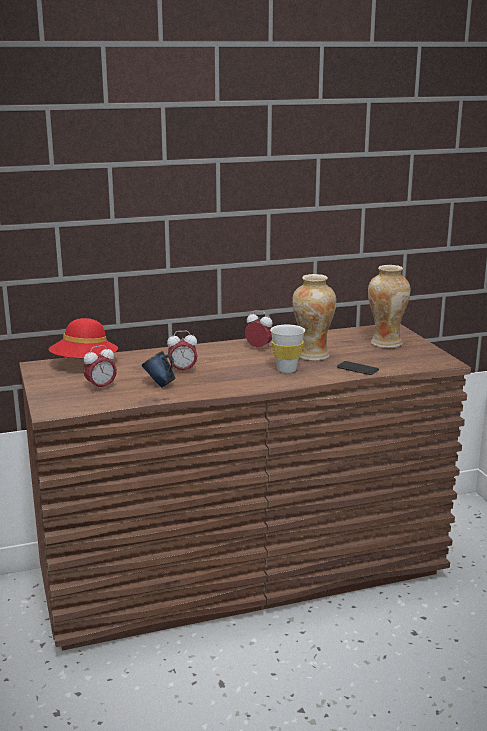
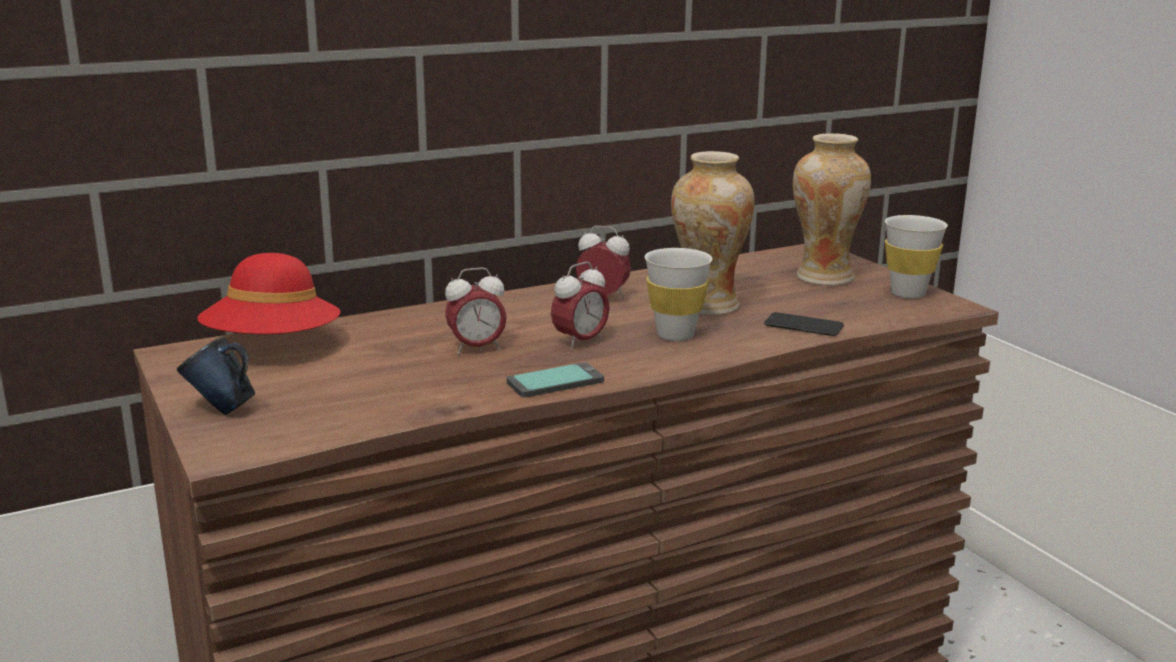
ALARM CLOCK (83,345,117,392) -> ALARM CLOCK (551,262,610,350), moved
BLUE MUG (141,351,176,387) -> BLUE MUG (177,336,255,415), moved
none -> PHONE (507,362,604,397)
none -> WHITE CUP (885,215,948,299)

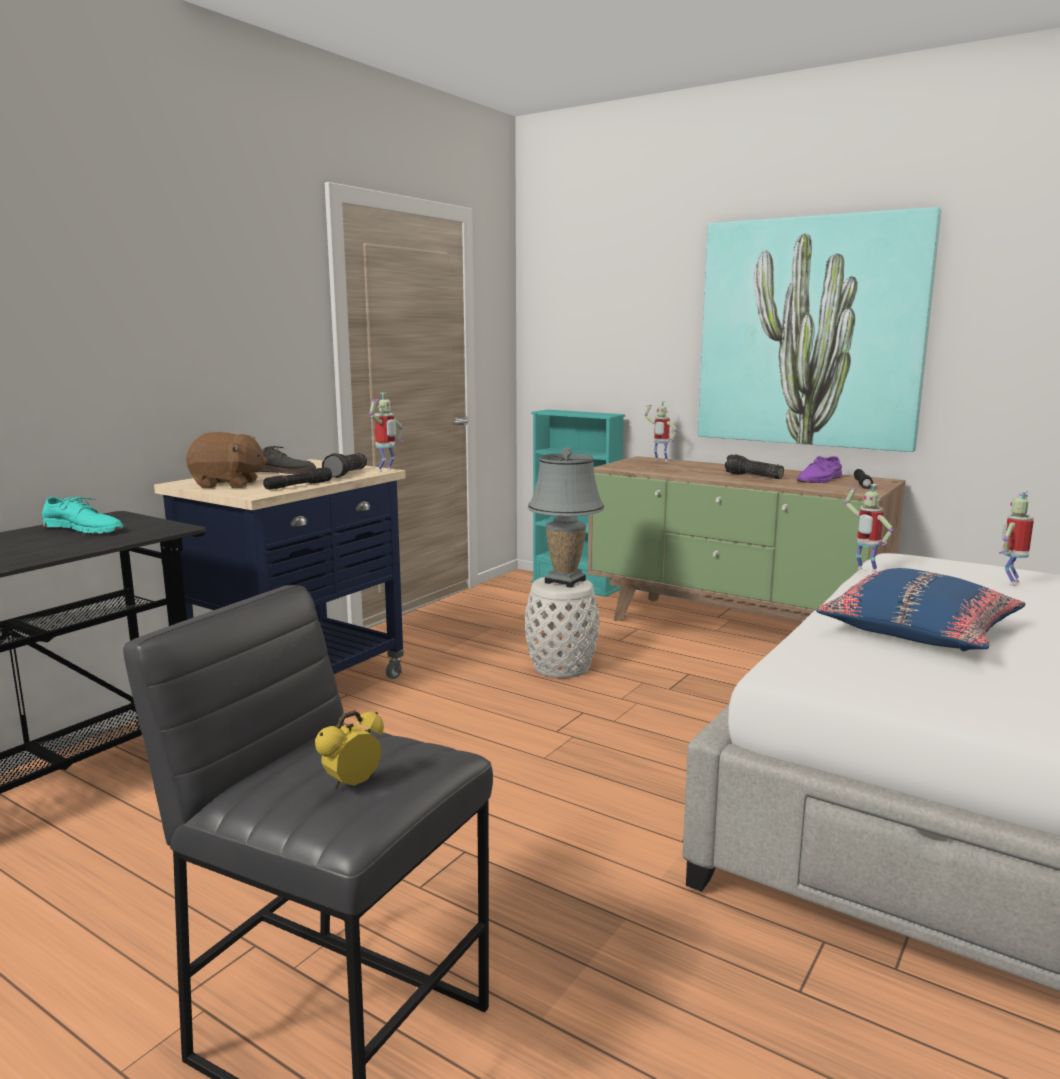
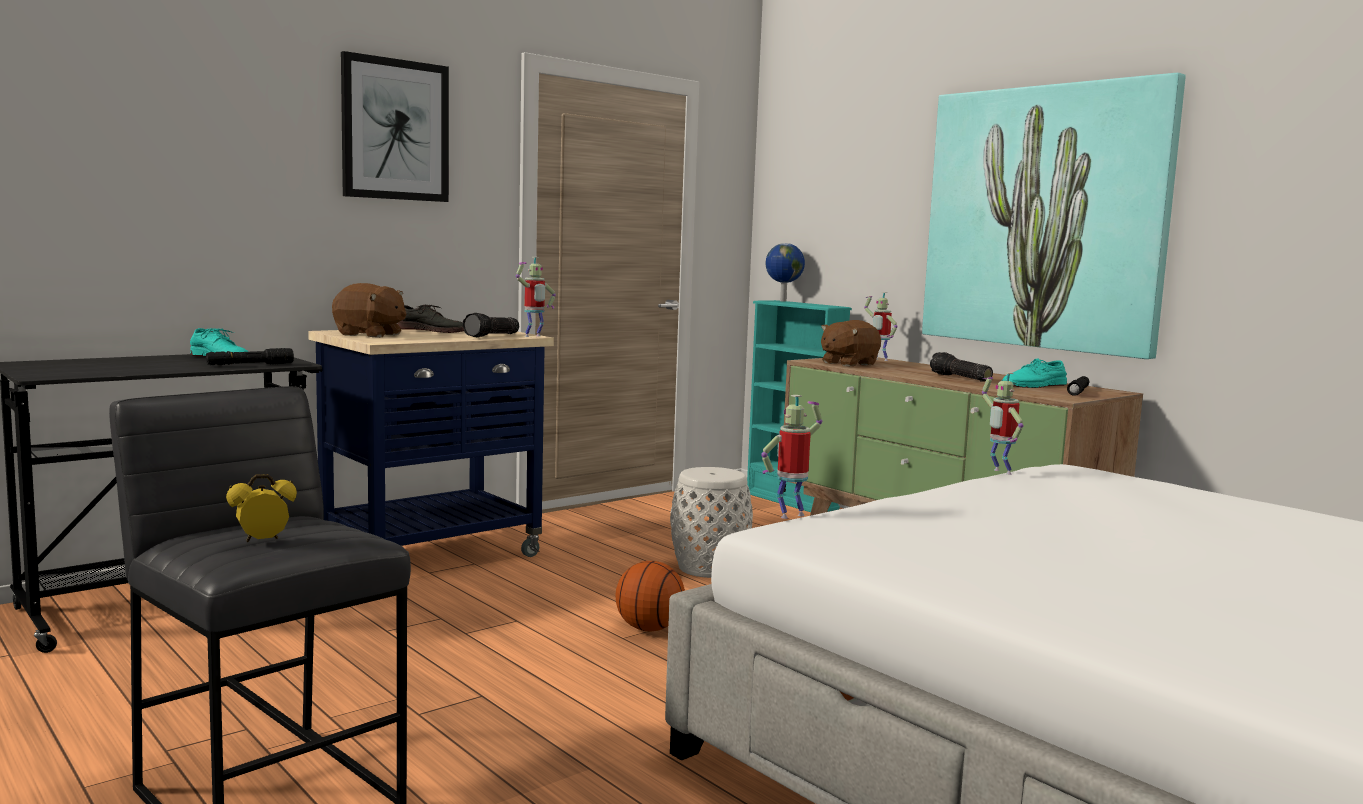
BLACK FLASHLIGHT (263,467,332,490) -> BLACK FLASHLIGHT (206,348,294,365), moved
GREY TABLE LAMP (528,447,604,588) -> none
PURPLE SHOE (796,456,842,483) -> TURQUOISE SHOE (1001,358,1067,388)
BLUE PILLOW (816,568,1025,651) -> none
TOY ROBOT (999,490,1034,586) -> TOY ROBOT (761,395,822,519), moved
none -> PICTURE (341,51,449,202)
none -> BASKETBALL (615,561,685,631)
none -> GLOBE (766,243,805,302)
none -> BROWN PLUSH TOY (821,320,881,367)

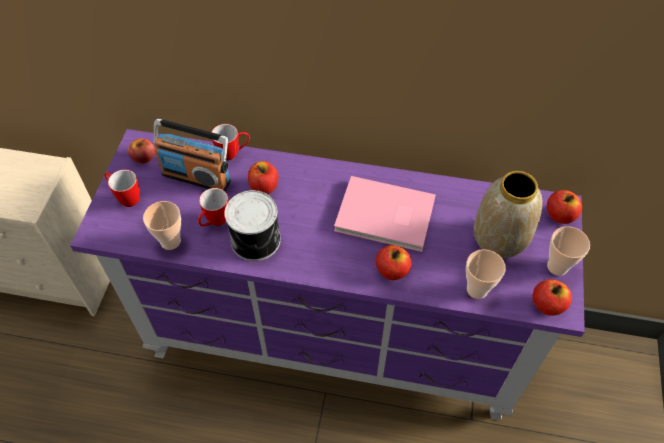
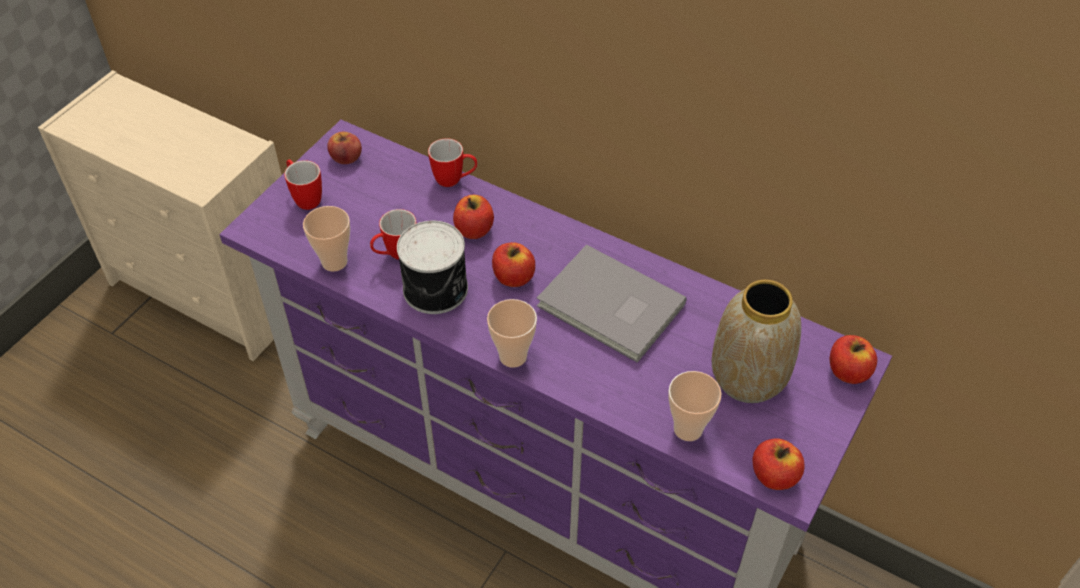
RADIO (153,119,231,191) -> none
PINK BOOK (334,176,436,252) -> GREY BOOK (537,245,686,363)
APPLE (376,245,412,280) -> APPLE (492,242,535,287), moved
CUP (547,226,590,276) -> CUP (487,299,537,368), moved

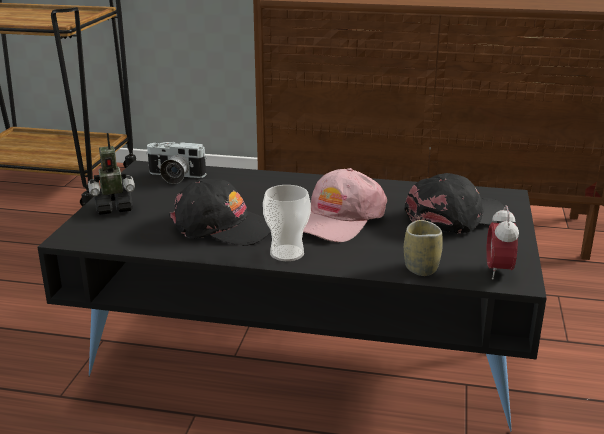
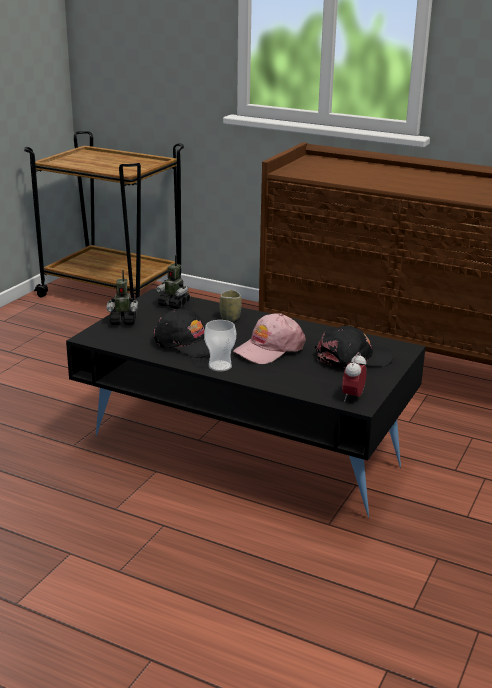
PHOTO CAMERA (146,142,207,184) -> TOY ROBOT (156,255,190,309)
CUP (404,220,443,276) -> CUP (219,290,242,322), moved

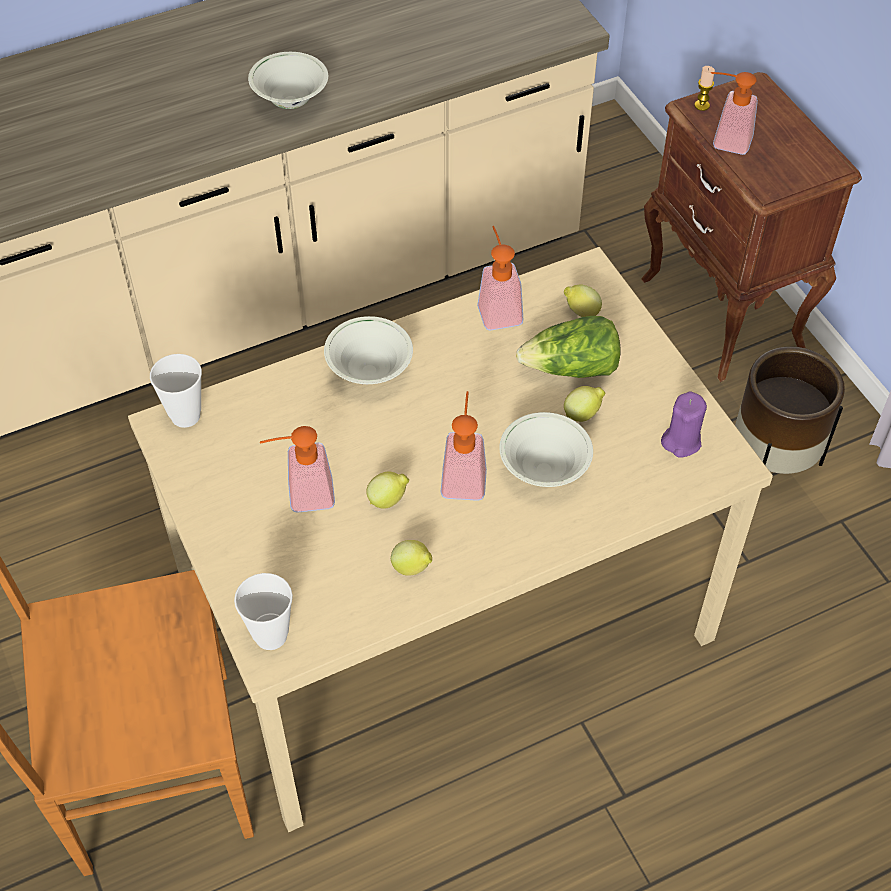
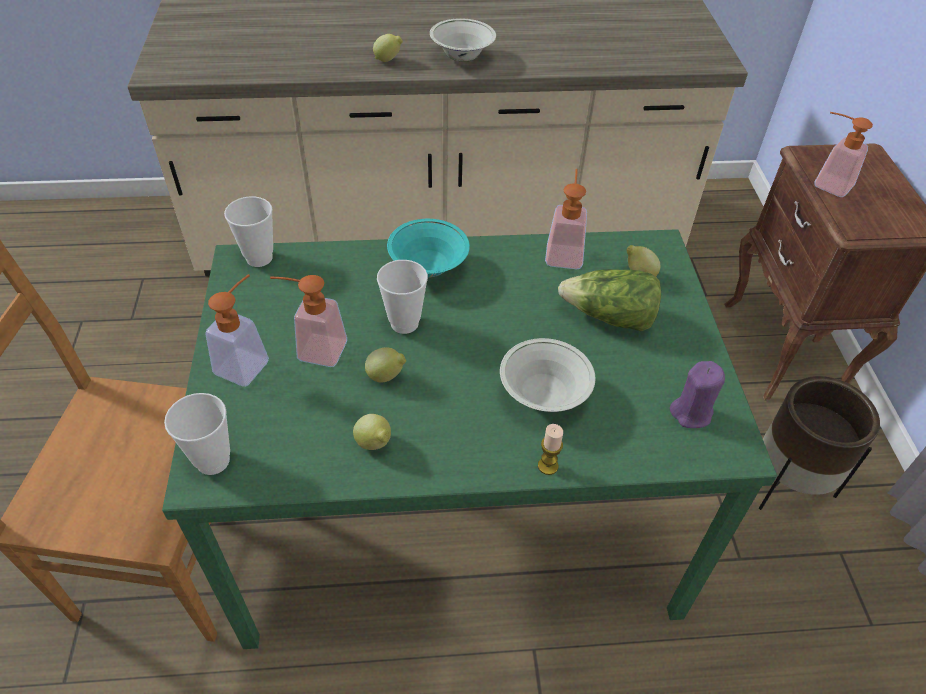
BEIGE DINING TABLE (128,247,773,832) -> GREEN DINING TABLE (162,229,777,649)
WHITE BOWL (324,316,413,384) -> TURQUOISE BOWL (387,219,470,278)
SOAP DISPENSER (441,391,487,501) -> SOAP DISPENSER (206,274,269,387), moved
LEMON (564,386,606,422) -> LEMON (373,34,403,62), moved
CANDLE (694,66,715,111) -> CANDLE (538,424,563,475), moved
none -> CUP (377,260,428,334)

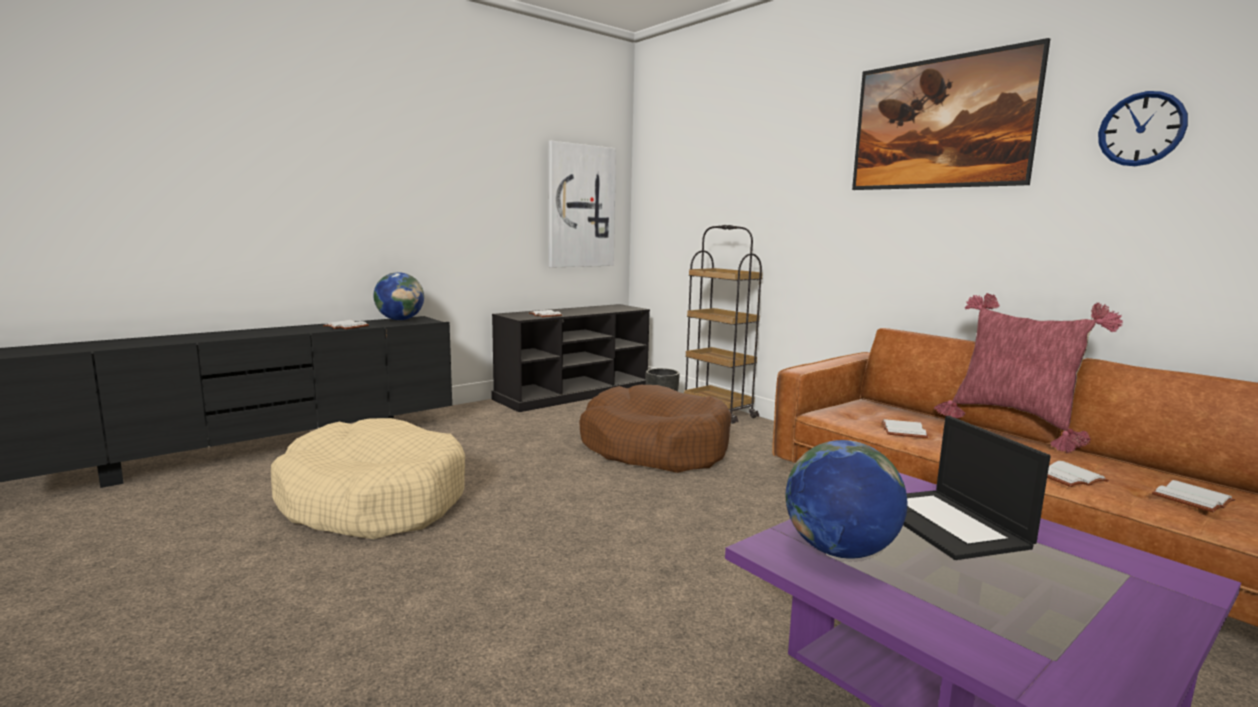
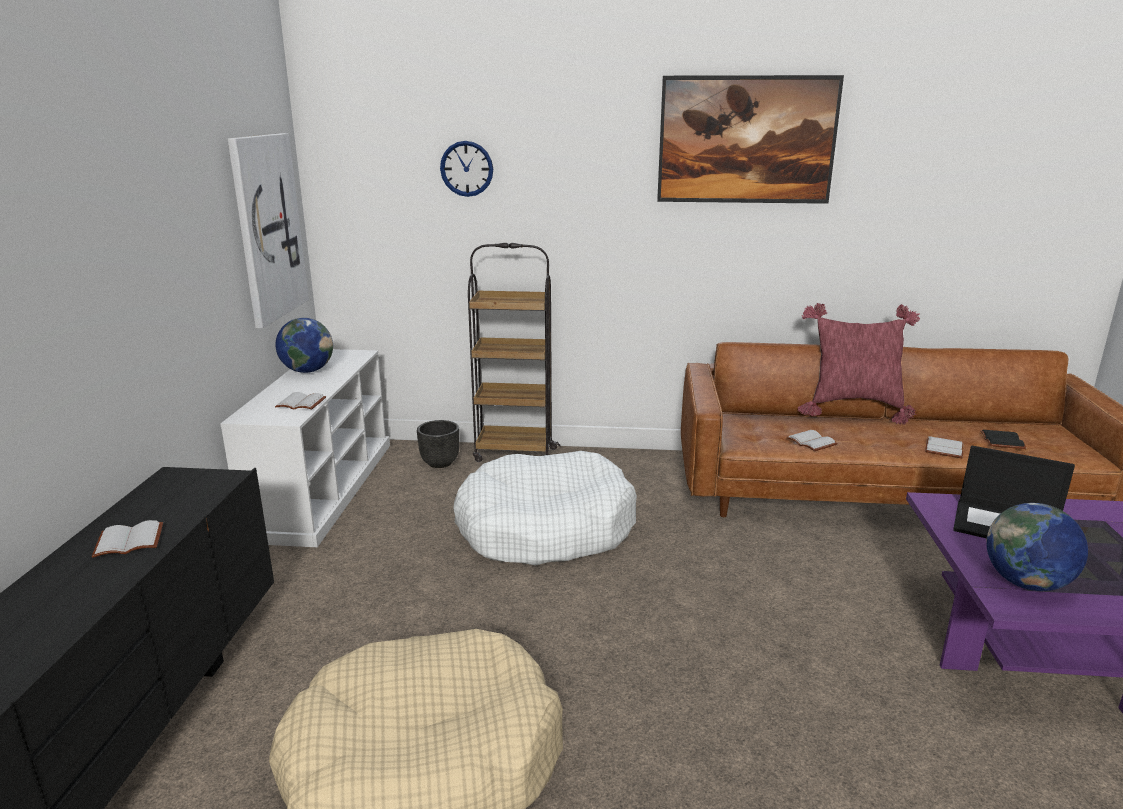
GLOBE (373,272,424,320) -> GLOBE (275,318,333,373), moved
BLACK TV STAND (491,304,650,412) -> WHITE TV STAND (220,349,390,547)
BROWN DOG BED (579,385,732,473) -> WHITE DOG BED (453,451,637,566)
WALL CLOCK (1098,91,1188,166) -> WALL CLOCK (440,141,493,197), moved
WHITE BOOK (1152,480,1235,512) -> BLACK BOOK (980,430,1026,449)

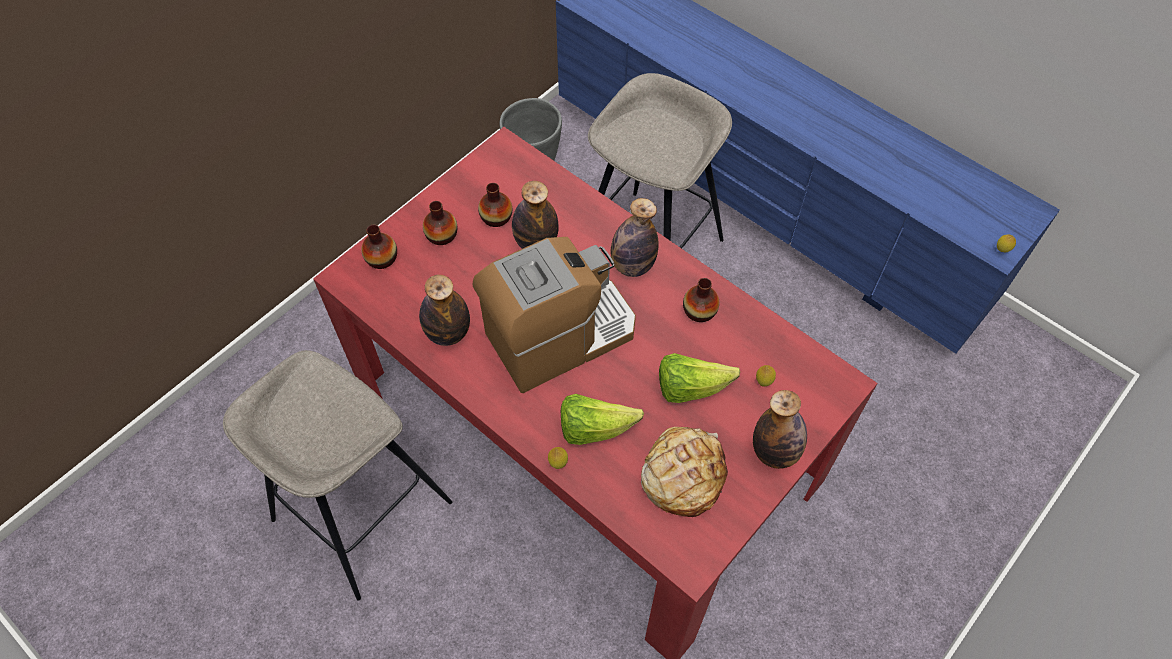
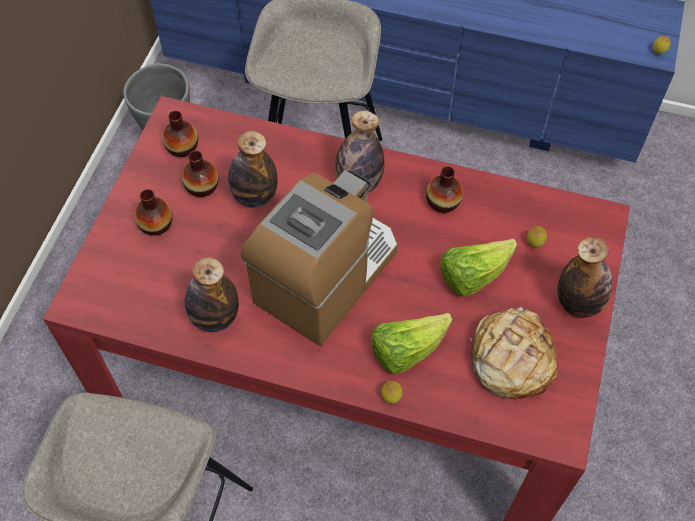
VASE (361,225,397,269) -> VASE (162,111,198,157), moved

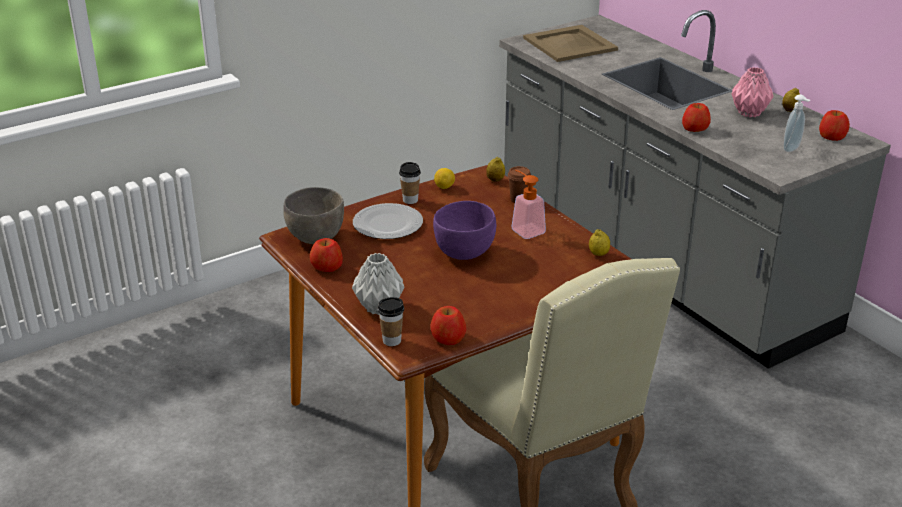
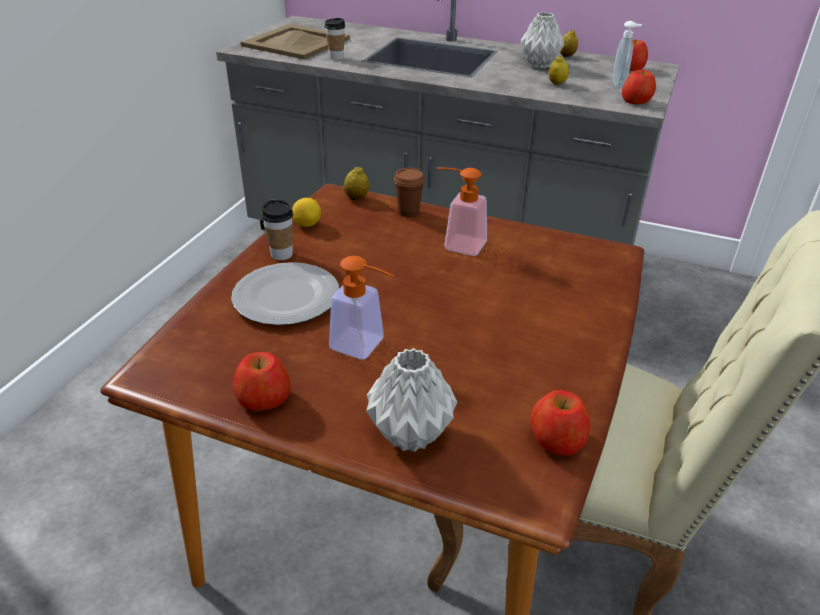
GREY BOWL (283,187,344,244) -> none
CUP (378,297,404,346) -> CUP (324,18,345,60), moved
PURPLE BOWL (433,201,497,260) -> none
LEMON (589,229,610,256) -> LEMON (549,56,569,84), moved
APPLE (682,103,711,132) -> APPLE (622,70,656,105), moved
PINK VASE (731,67,774,117) -> GREY VASE (520,12,564,68)
none -> SOAP DISPENSER (329,256,394,360)

